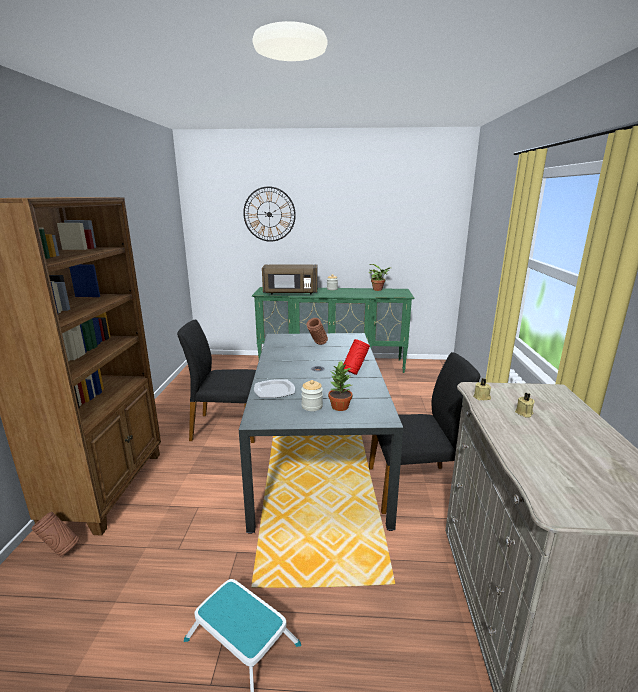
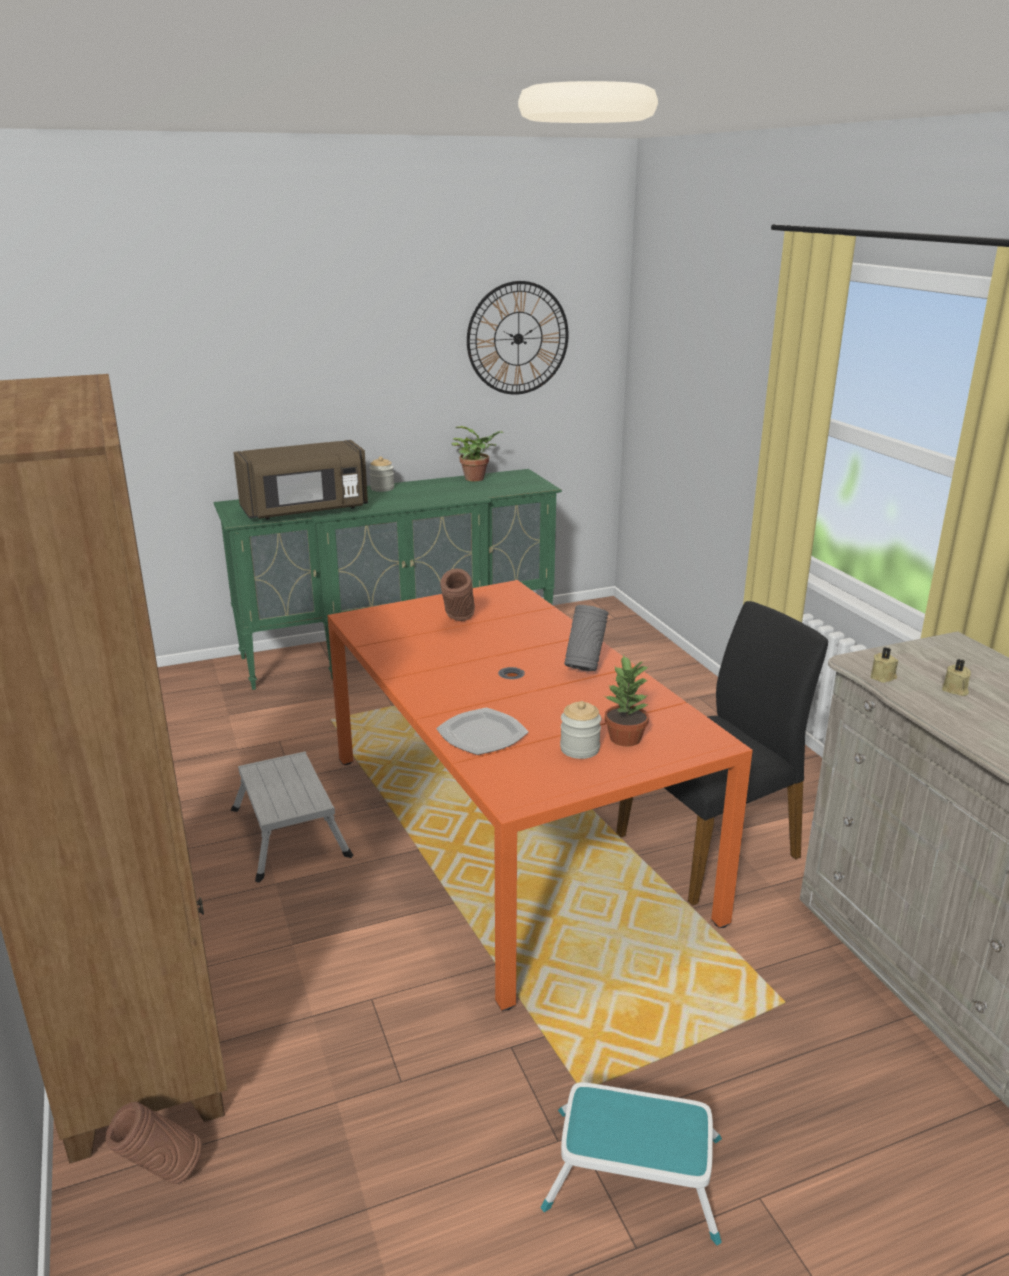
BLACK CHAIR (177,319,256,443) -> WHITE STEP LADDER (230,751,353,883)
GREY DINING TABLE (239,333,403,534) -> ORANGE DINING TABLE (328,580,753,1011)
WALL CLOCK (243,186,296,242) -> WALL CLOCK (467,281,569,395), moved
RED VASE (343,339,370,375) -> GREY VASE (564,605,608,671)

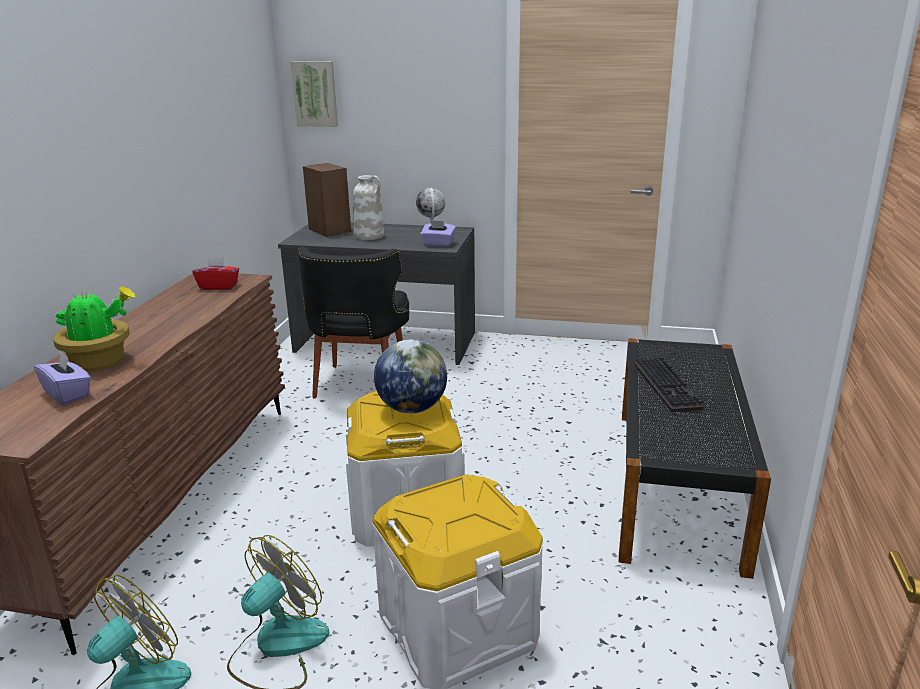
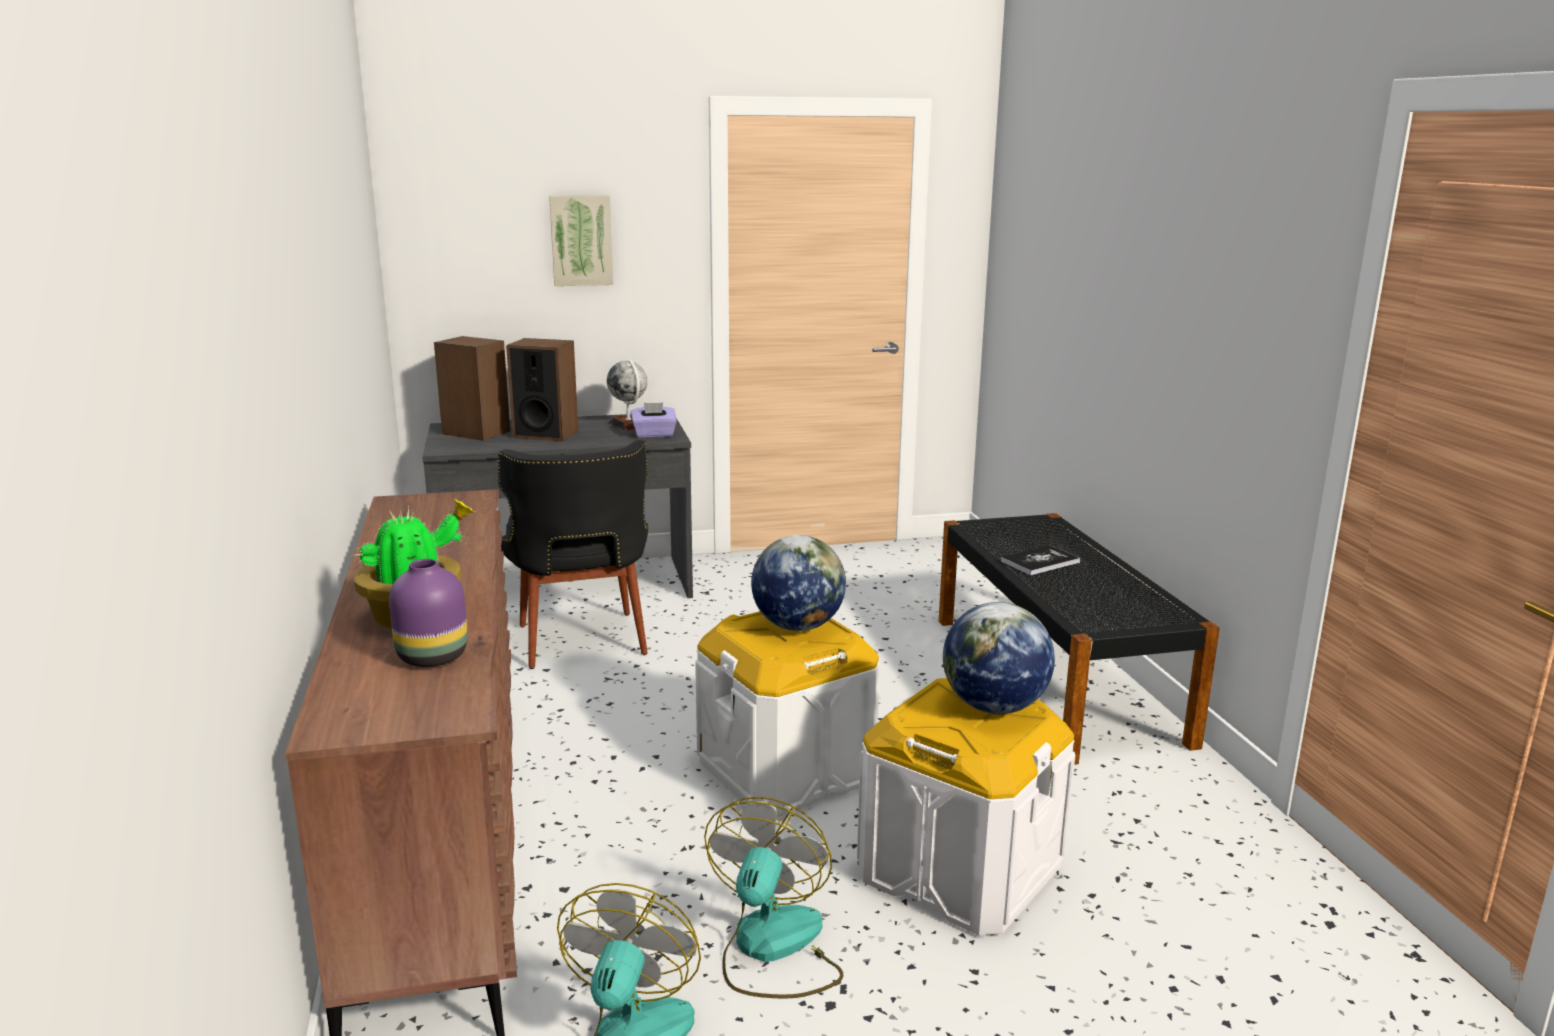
PURPLE TISSUE BOX (34,352,91,405) -> PURPLE VASE (389,559,468,667)
RED TISSUE BOX (192,256,239,290) -> none
PICTURE (291,61,338,127) -> PICTURE (549,195,613,286), moved
WHITE VASE (353,175,384,240) -> SPEAKER (506,338,578,441)
KEYBOARD (634,357,704,412) -> BOOK (1001,545,1080,575)
none -> GLOBE (943,602,1055,714)

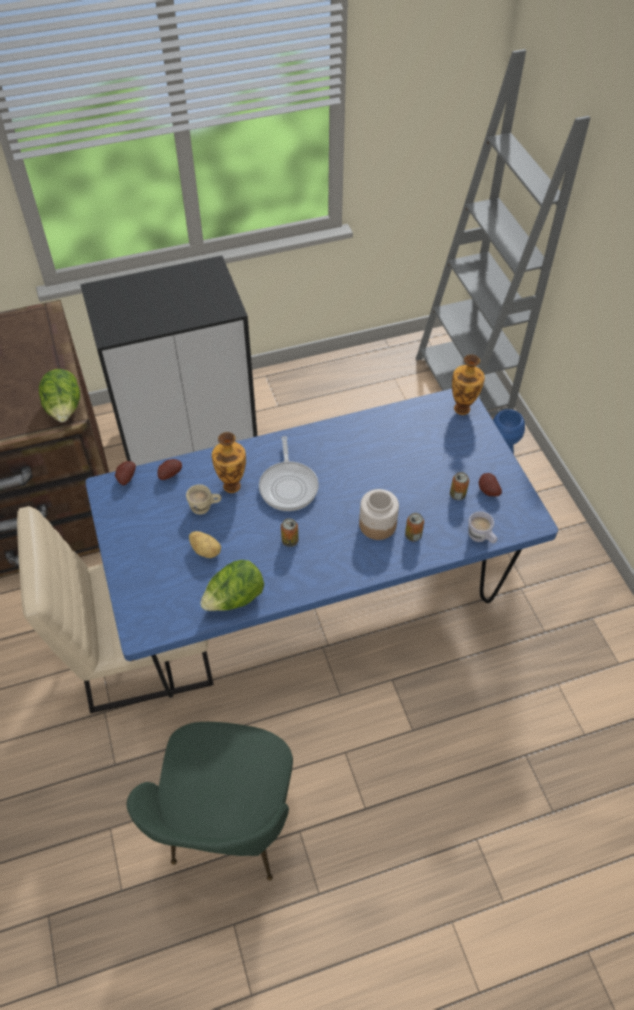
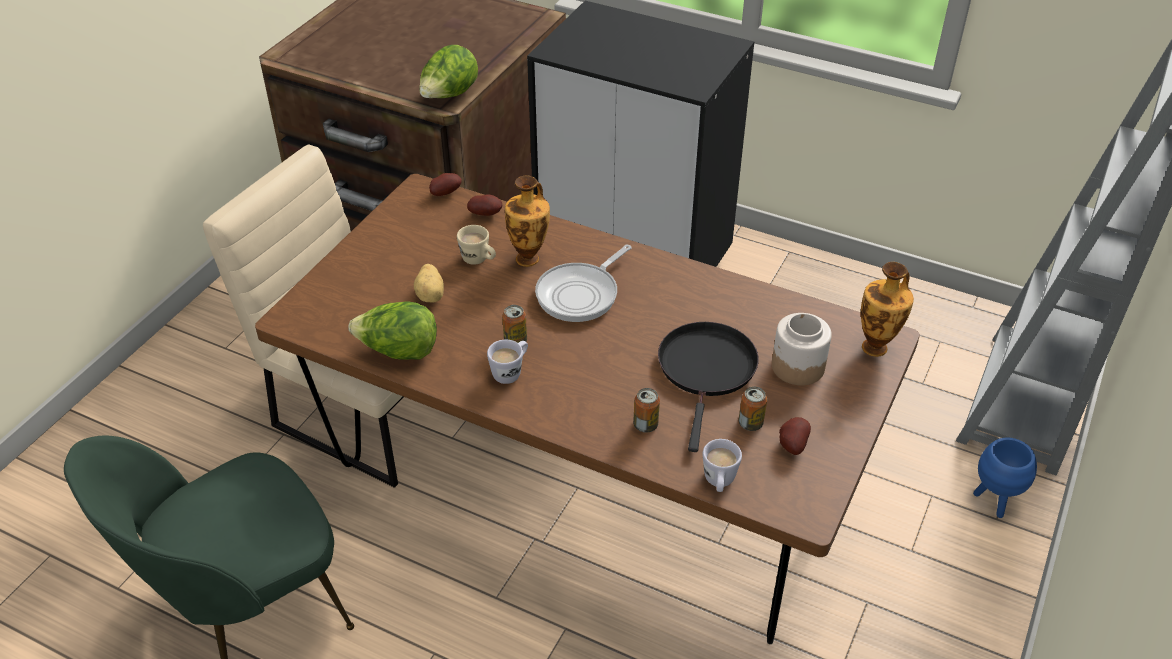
BLUE DINING TABLE (85,389,558,698) -> BROWN DINING TABLE (255,174,920,644)
JAR (359,489,399,540) -> JAR (772,313,832,385), moved
none -> WHITE MUG (487,340,528,384)
none -> BLACK FRYING PAN (658,322,759,452)

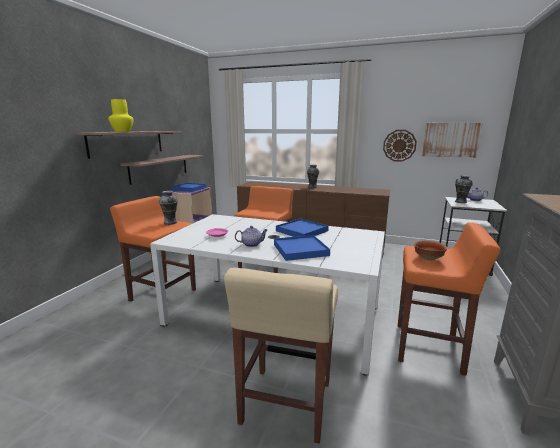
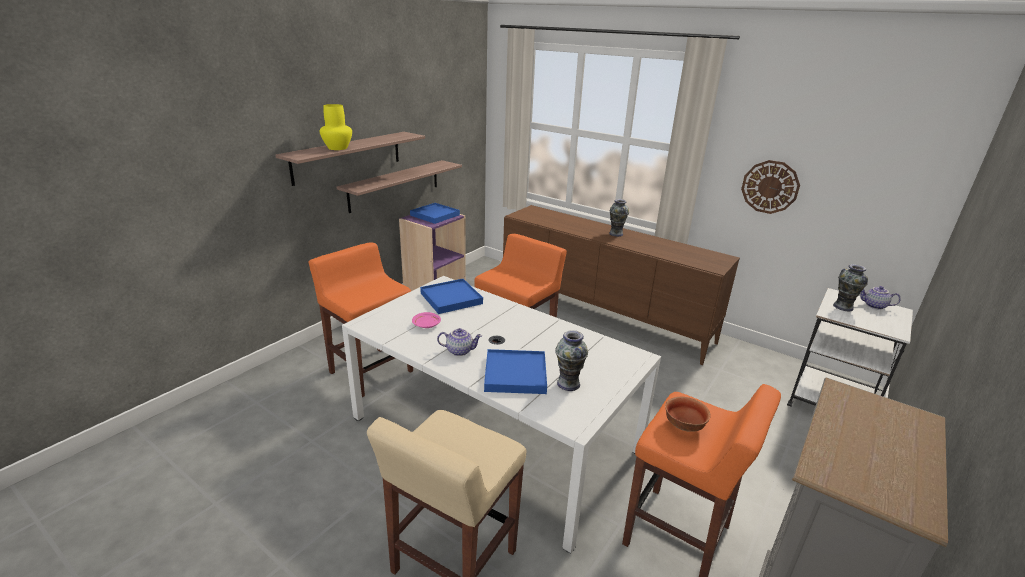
VASE (159,191,178,225) -> VASE (555,330,588,391), moved
BLUE TRAY (276,218,329,237) -> BLUE TRAY (420,279,483,314), moved
PICTURE (422,123,483,158) -> none

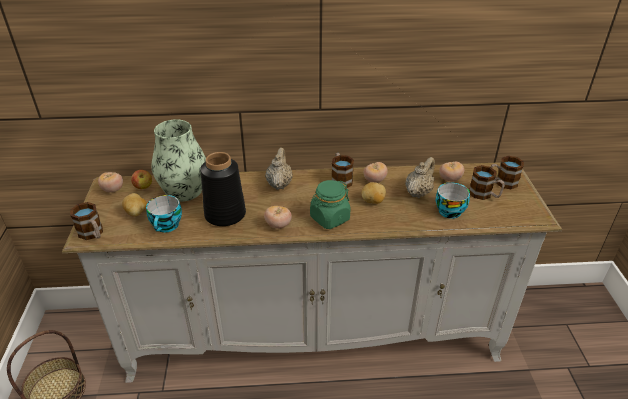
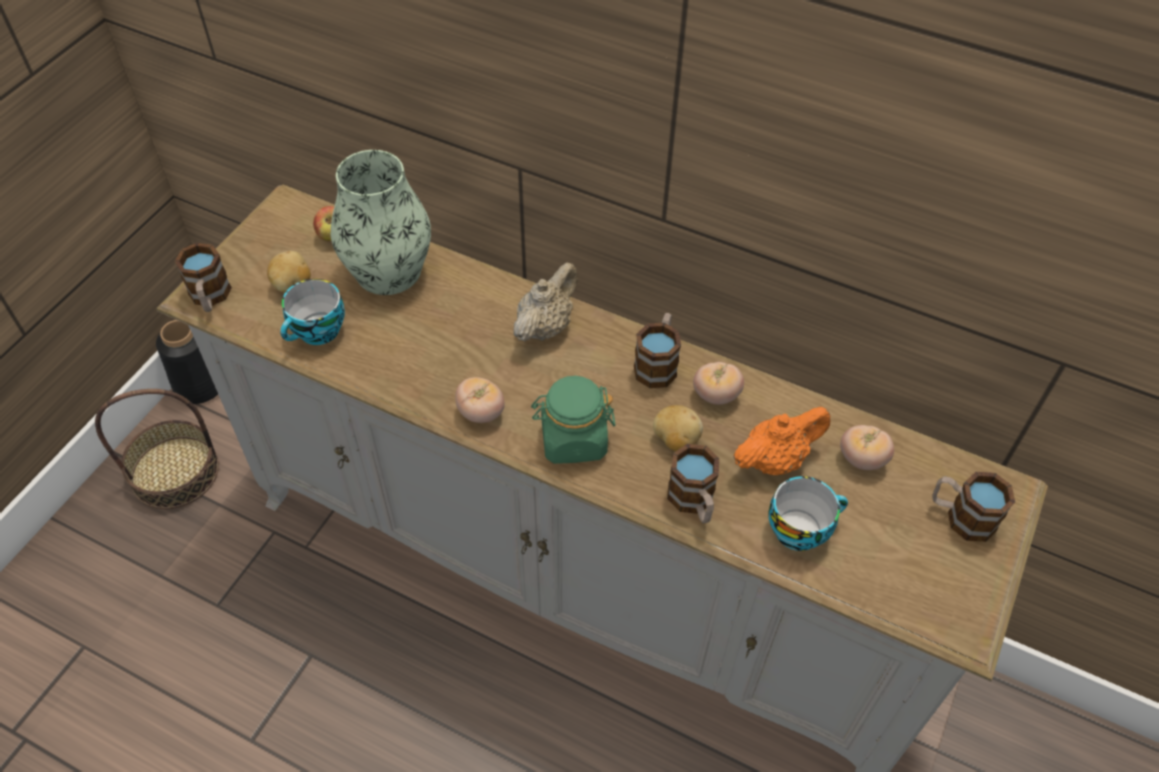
TOMATO (98,172,123,193) -> none
BLACK VASE (200,152,246,226) -> BLACK VASE (156,320,218,404), moved
BEIGE TEAPOT (405,157,435,198) -> ORANGE TEAPOT (733,407,830,475)
MUG (469,165,505,200) -> MUG (667,444,719,523), moved

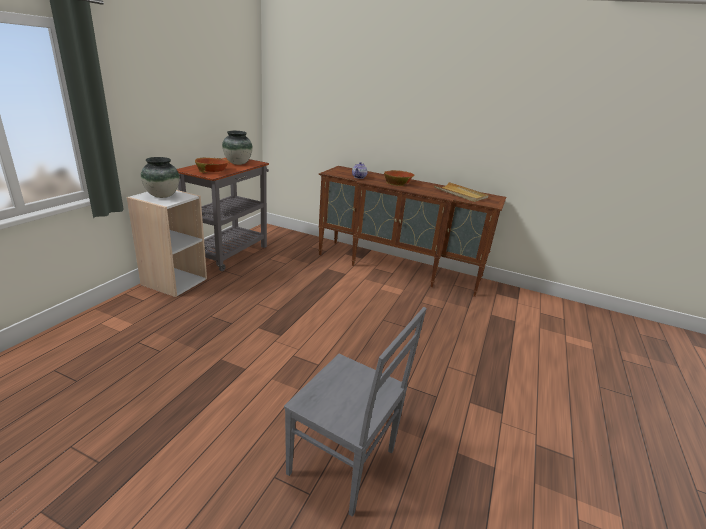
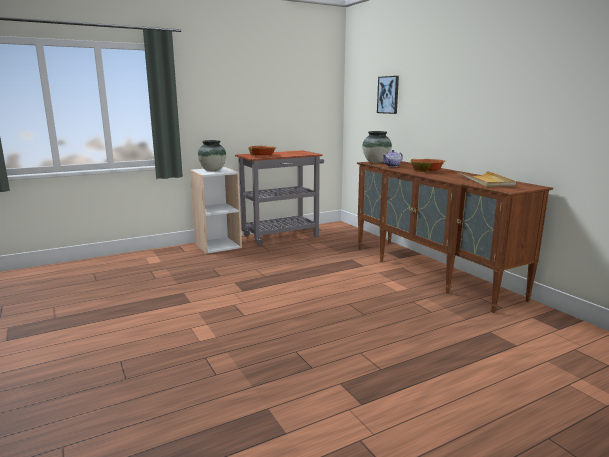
VASE (222,131,253,165) -> VASE (362,131,392,163), moved
GREY CHAIR (284,307,427,517) -> none
none -> PICTURE (377,76,399,114)

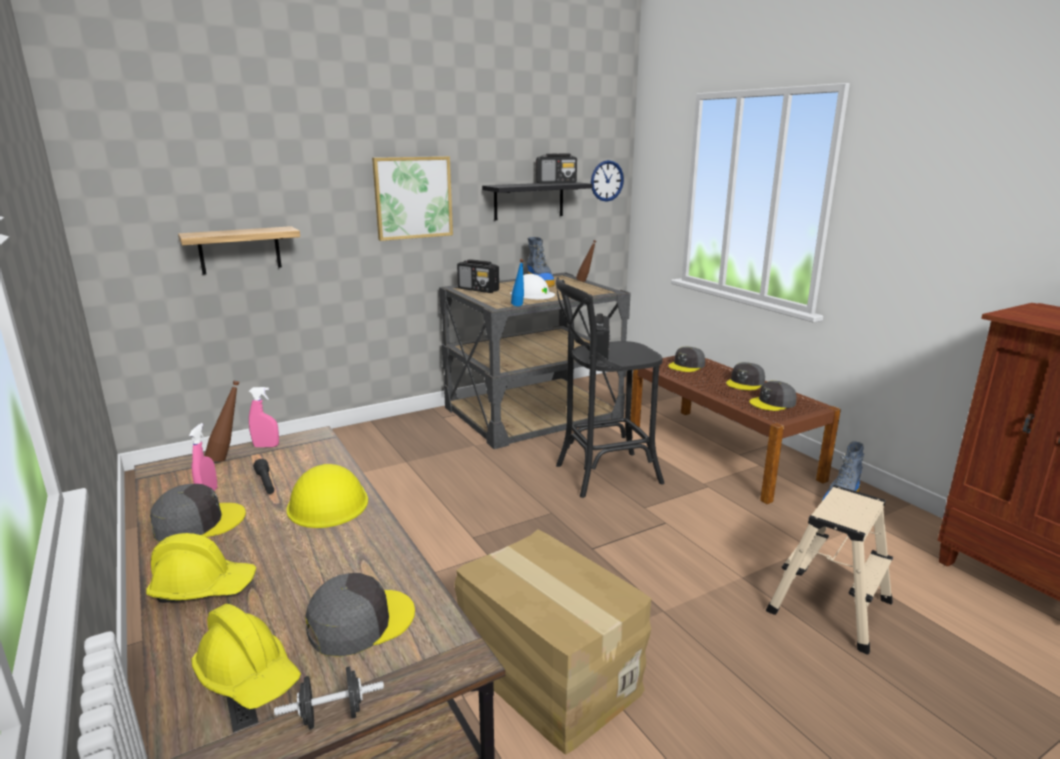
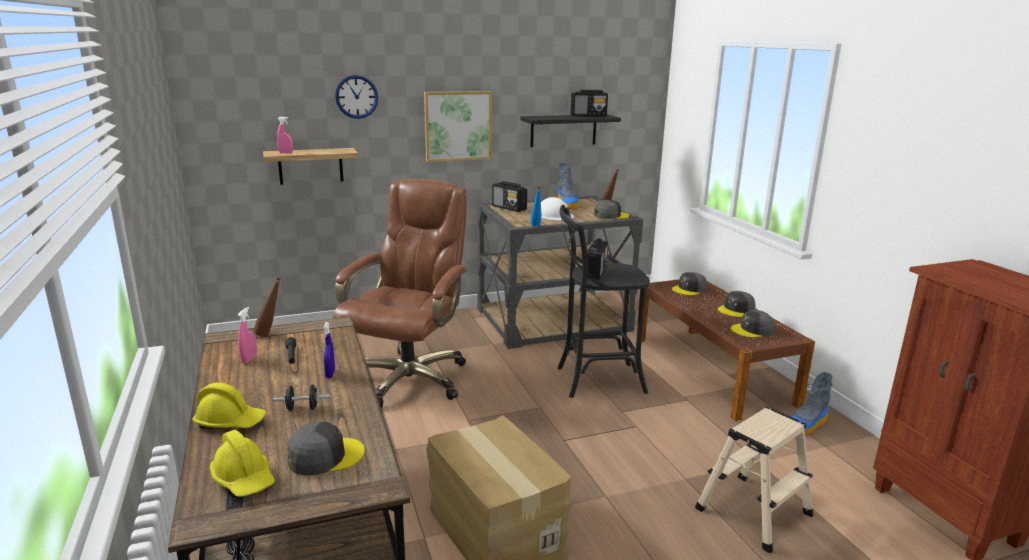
GREY CAP (150,484,246,542) -> GREY CAP (594,200,629,219), moved
PINK SPRAY BOTTLE (249,387,279,447) -> PINK SPRAY BOTTLE (277,117,293,154), moved
BLACK DUMBBELL (274,667,384,729) -> BLACK DUMBBELL (273,385,330,411), moved
YELLOW HARD HAT (287,464,368,528) -> BLUE SPRAY BOTTLE (324,322,335,378)
WALL CLOCK (591,160,624,202) -> WALL CLOCK (335,75,378,119), moved
none -> BROWN OFFICE CHAIR (333,179,467,408)

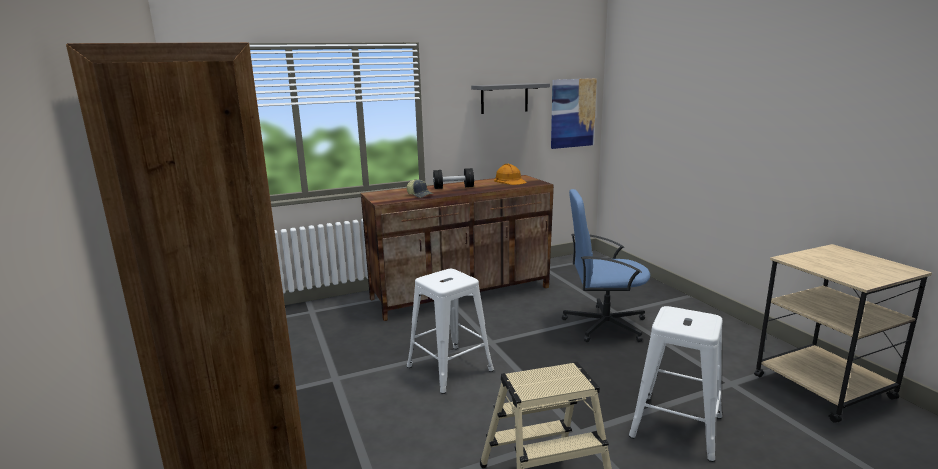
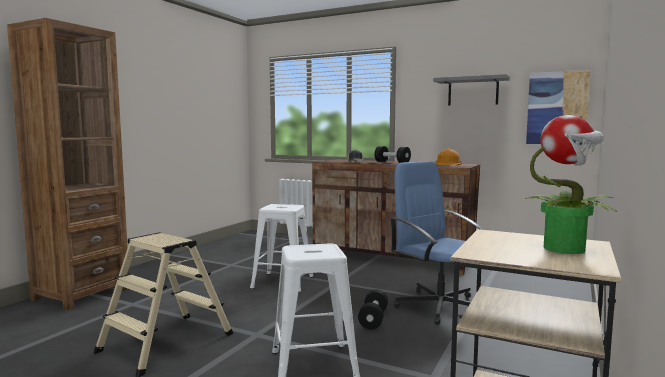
none -> BLACK DUMBBELL (358,289,388,330)
none -> POTTED PLANT (525,115,617,254)

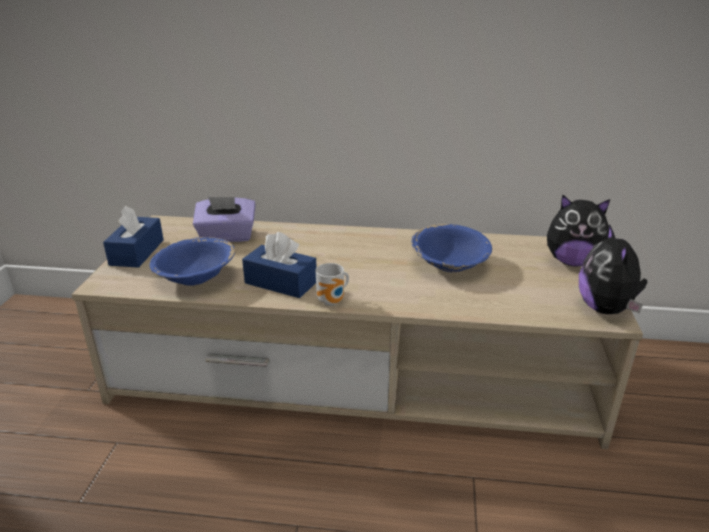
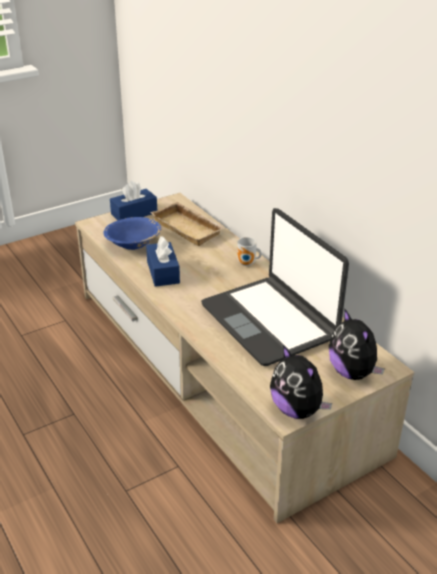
PURPLE TISSUE BOX (193,197,256,242) -> BEIGE TRAY (150,202,225,246)
MUG (315,263,349,306) -> MUG (237,237,262,266), moved
BLUE BOWL (411,224,492,272) -> LAPTOP (201,208,349,366)
PLUSH TOY (579,224,647,314) -> PLUSH TOY (270,345,332,419), 90 degrees counterclockwise

